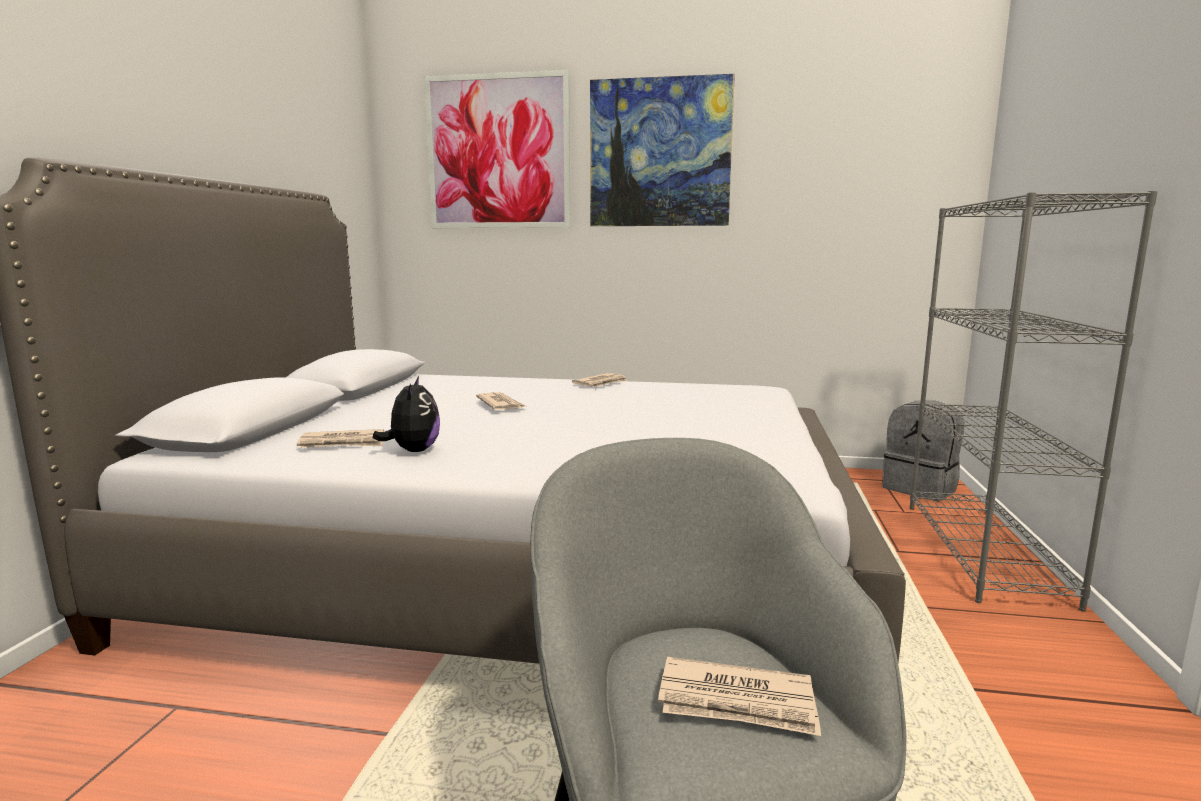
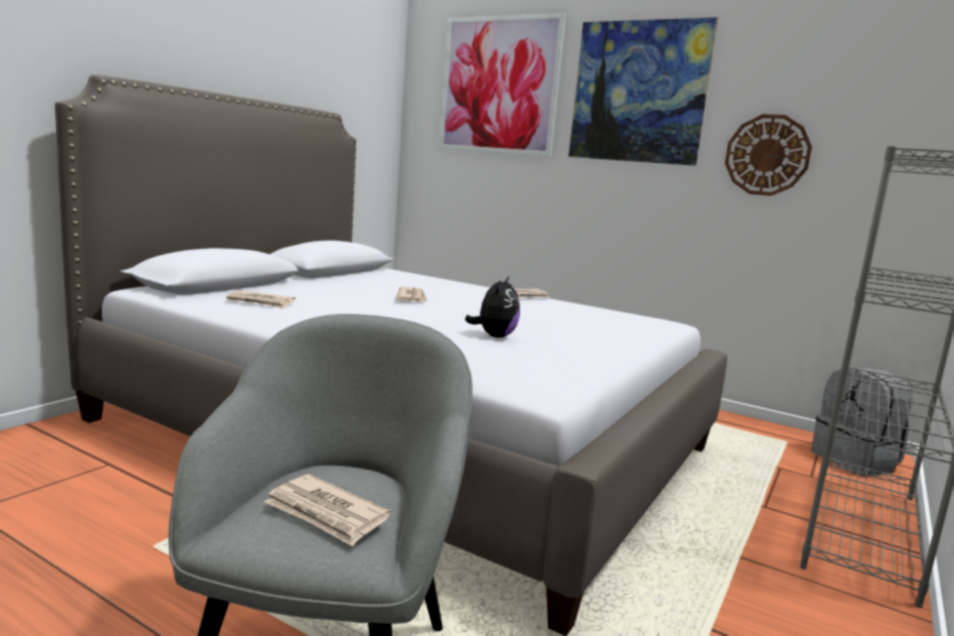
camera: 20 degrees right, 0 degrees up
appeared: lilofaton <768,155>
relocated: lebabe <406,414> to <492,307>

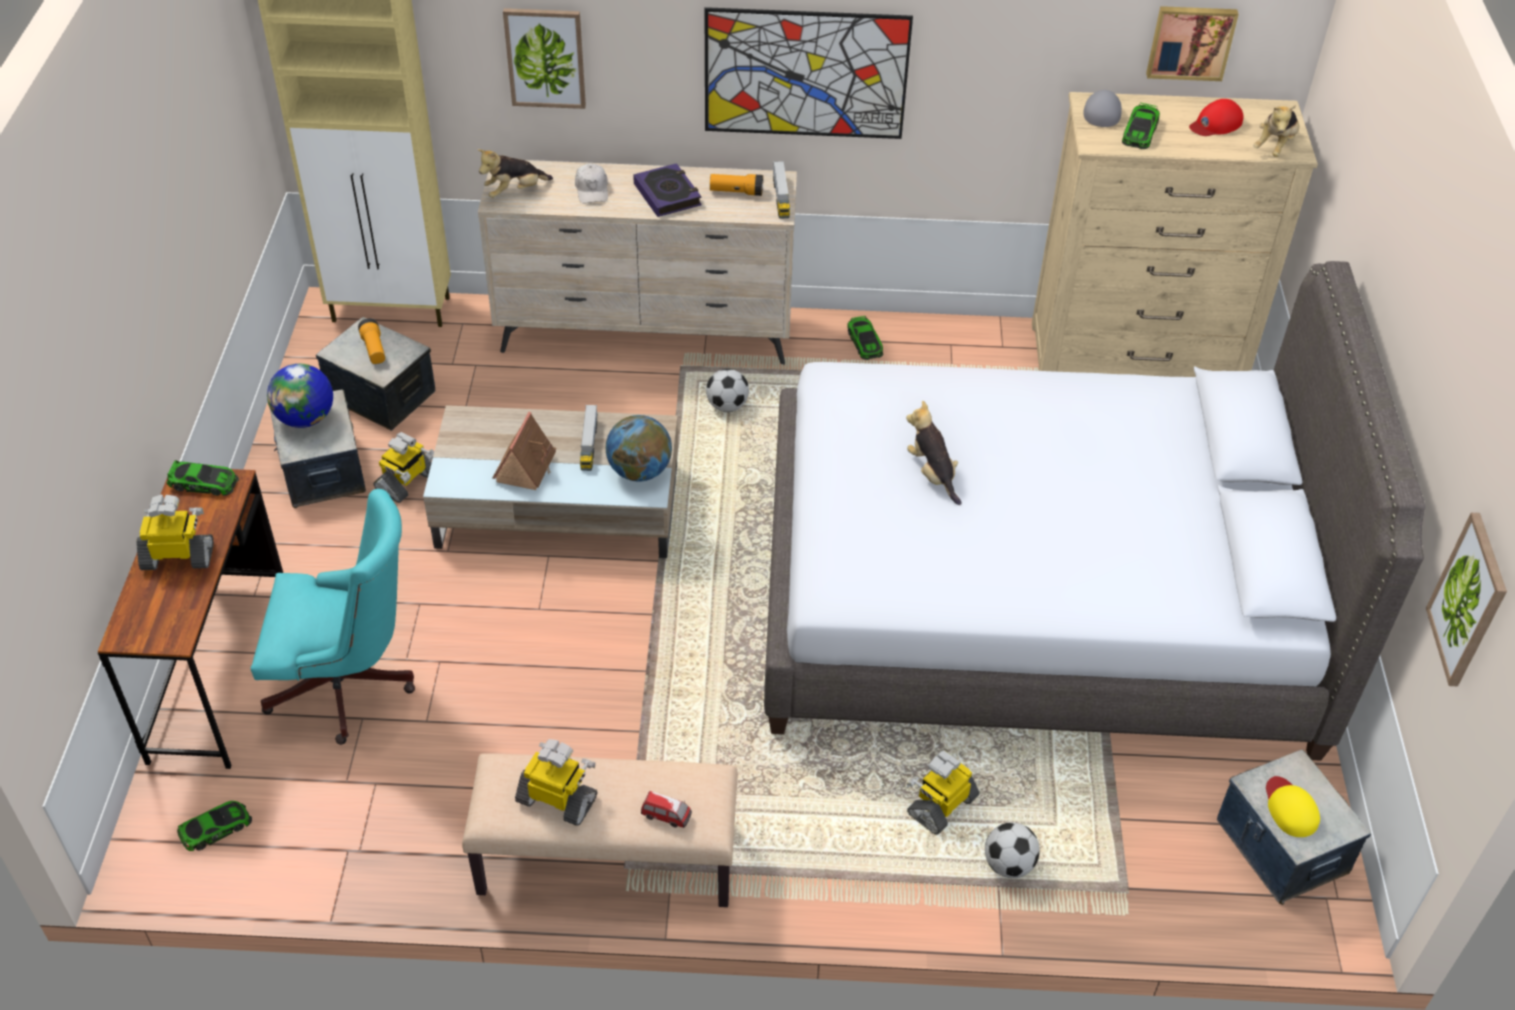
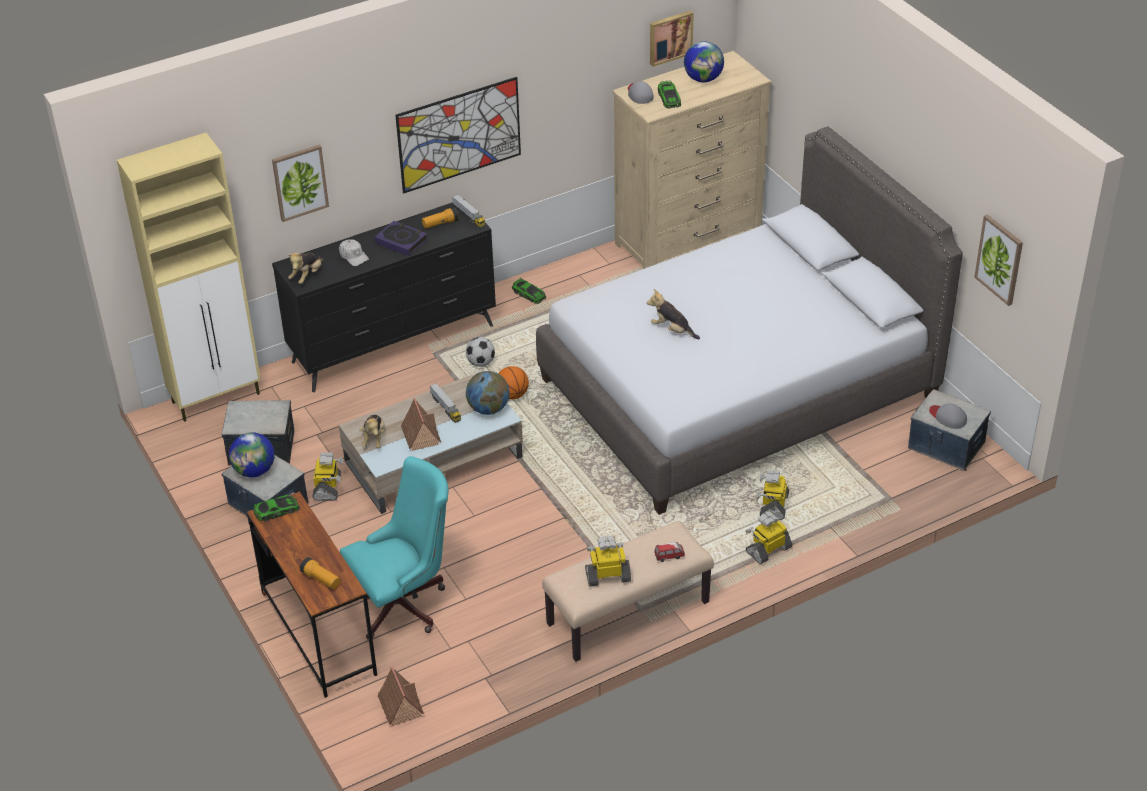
camera: 30 degrees left, 5 degrees down
missing: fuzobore <1012,850>
appeared: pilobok <513,383>
relocated: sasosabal <371,341> to <320,573>; lebabe <1276,131> to <371,431>; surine <175,532> to <769,537>
exchanged: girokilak <214,826> to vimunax <401,696>; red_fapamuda <1216,117> to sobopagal <704,61>
colour: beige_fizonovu <637,262> to black_fizonovu <384,297>; yellow_fapamuda <1293,806> to grey_fapamuda <948,416>

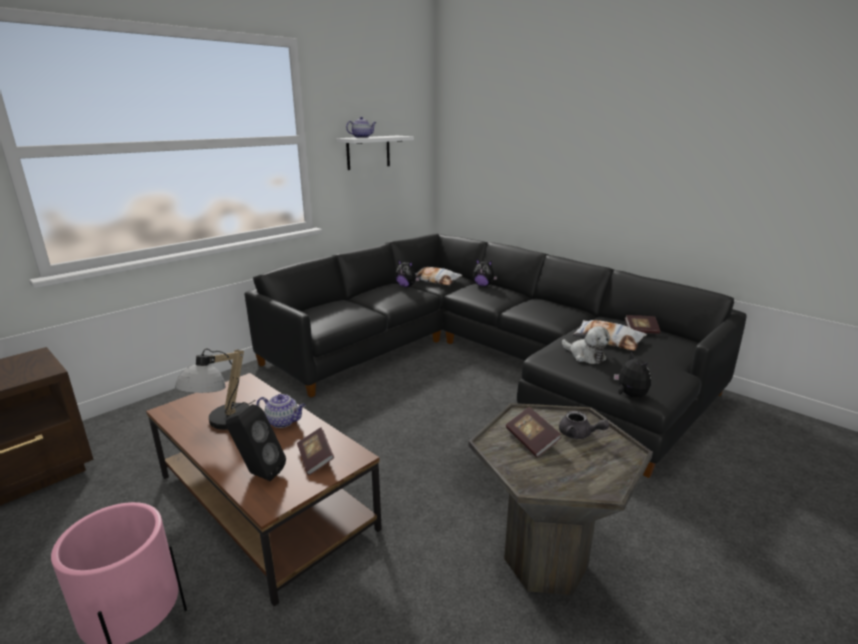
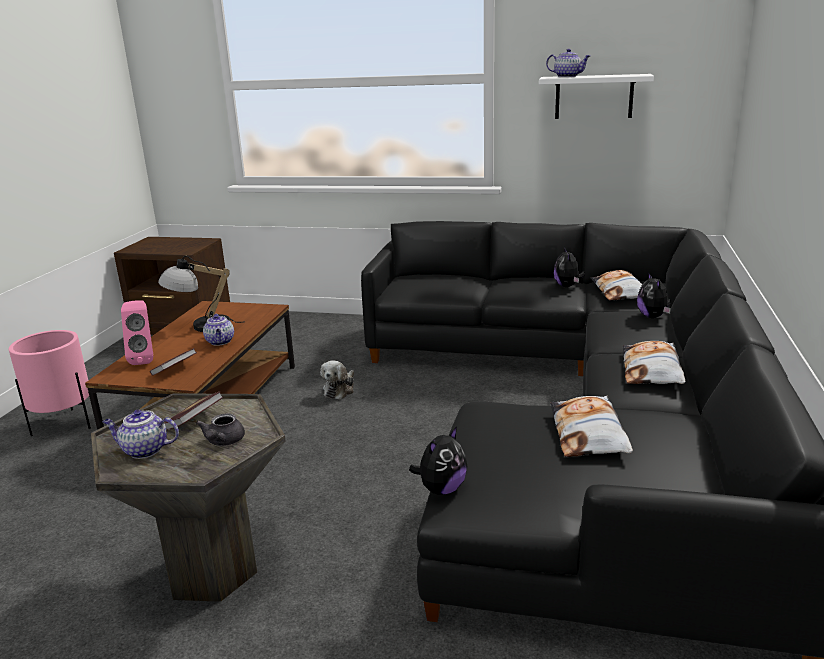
camera: 60 degrees right, 0 degrees up
missing: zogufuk <643,324>
appeared: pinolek <141,434>; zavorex <654,362>
relocated: lebabe <586,345> to <337,379>
colour: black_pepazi <256,442> to pink_pepazi <137,332>

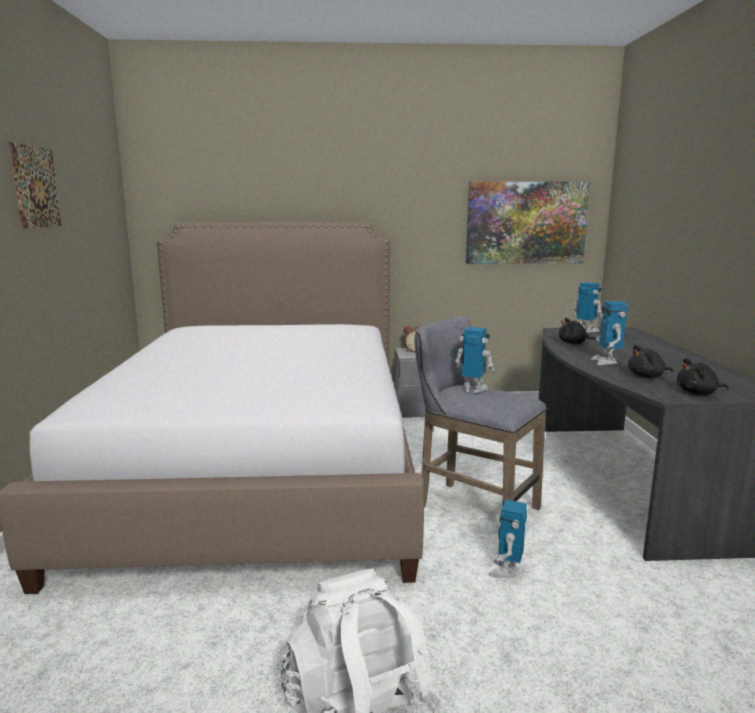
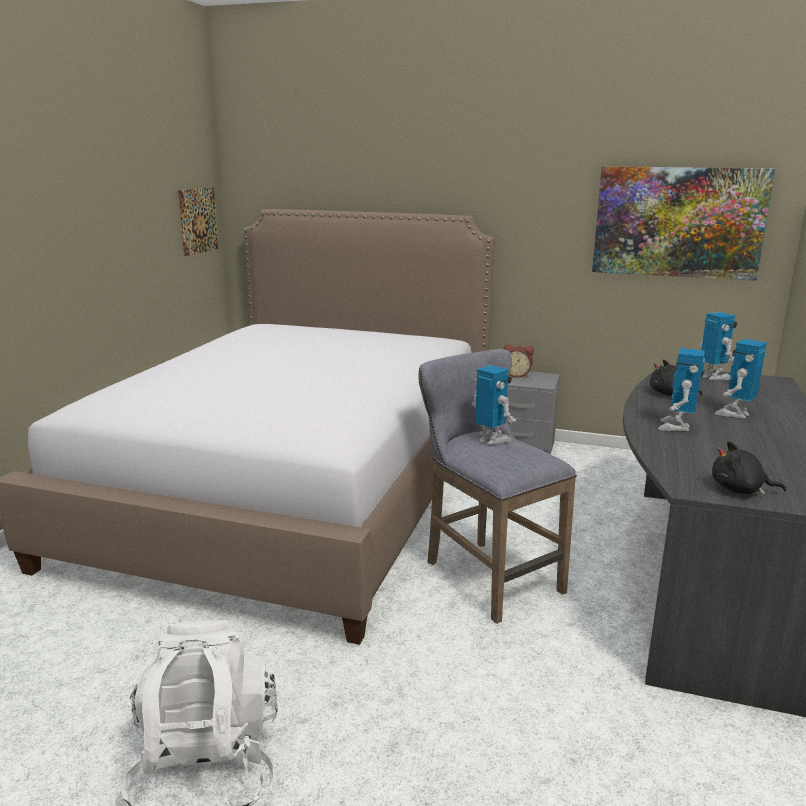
camera: 20 degrees right, 5 degrees up
missing: black_lebabe <650,361>
relocated: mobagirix <35,185> to <198,221>; surine <507,539> to <741,378>

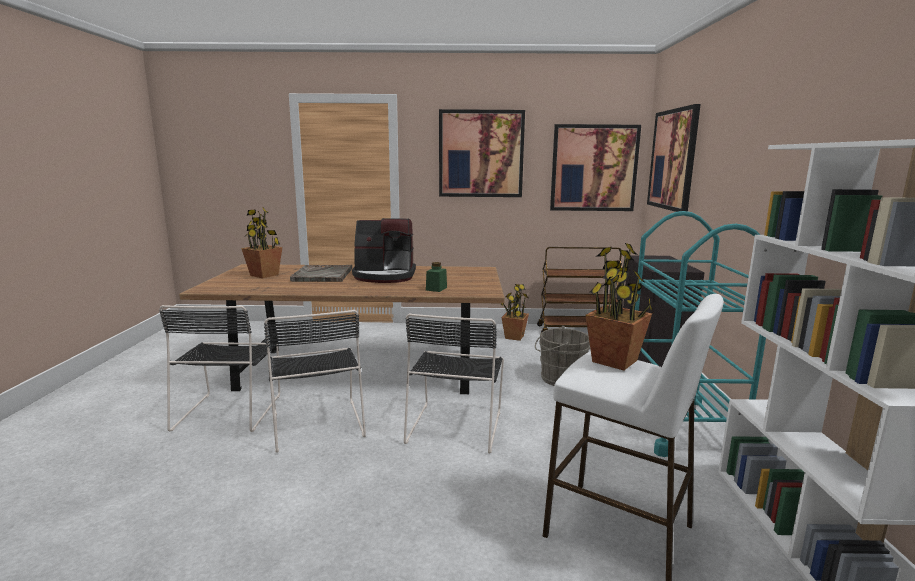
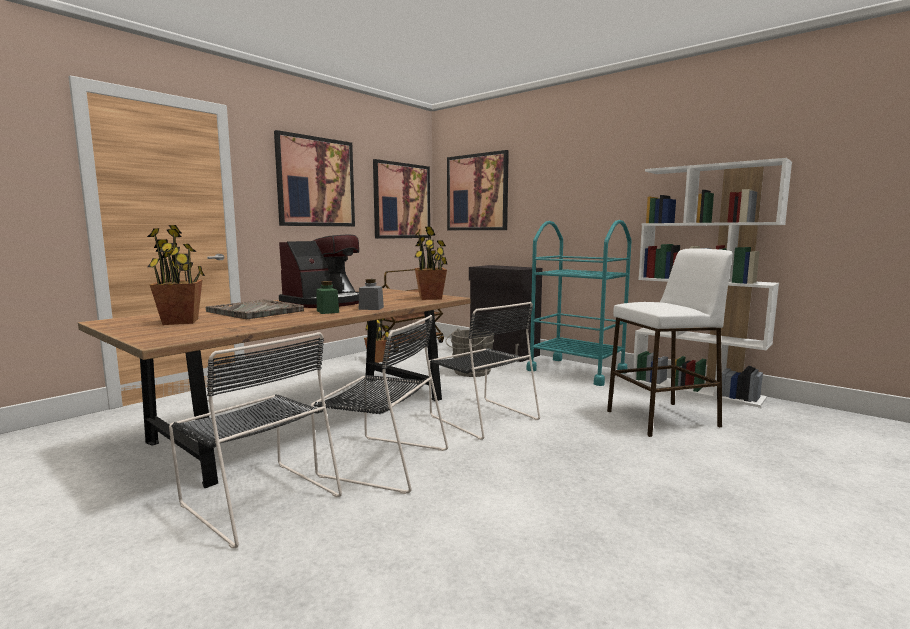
camera: 50 degrees left, 5 degrees down
appeared: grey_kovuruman <371,294>
relocated: green_kovuruman <436,277> to <328,297>; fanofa <619,306> to <431,263>

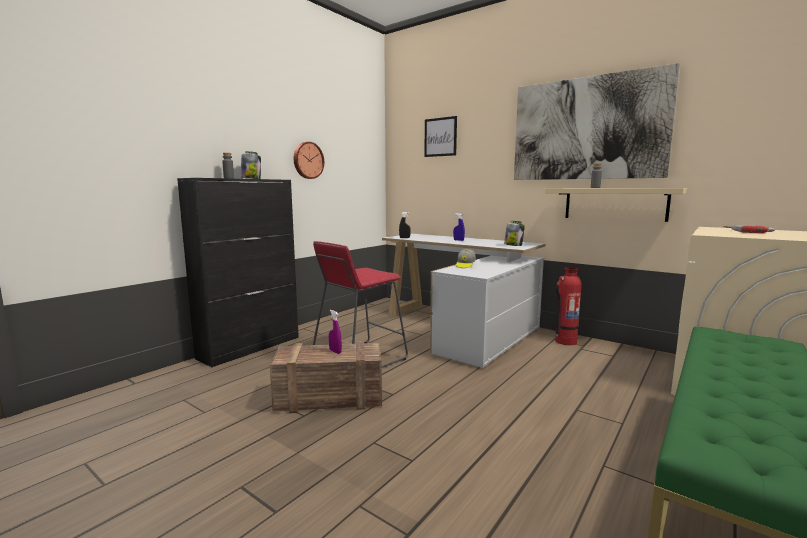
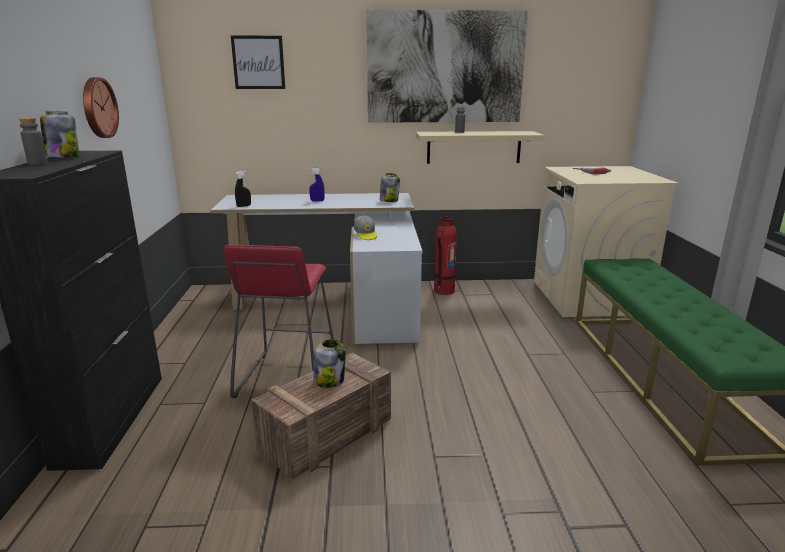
camera: 40 degrees left, 10 degrees up
exchanged: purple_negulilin <335,332> to kovuruman <329,363>

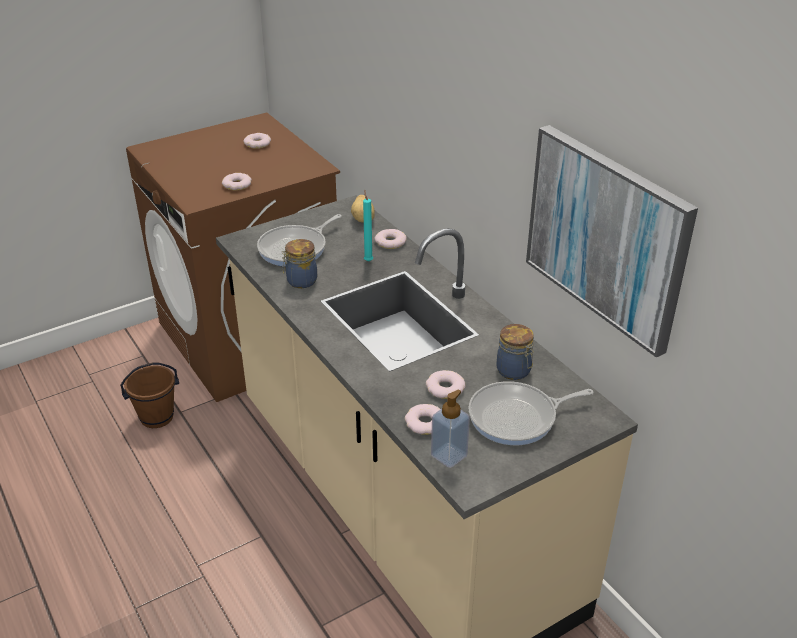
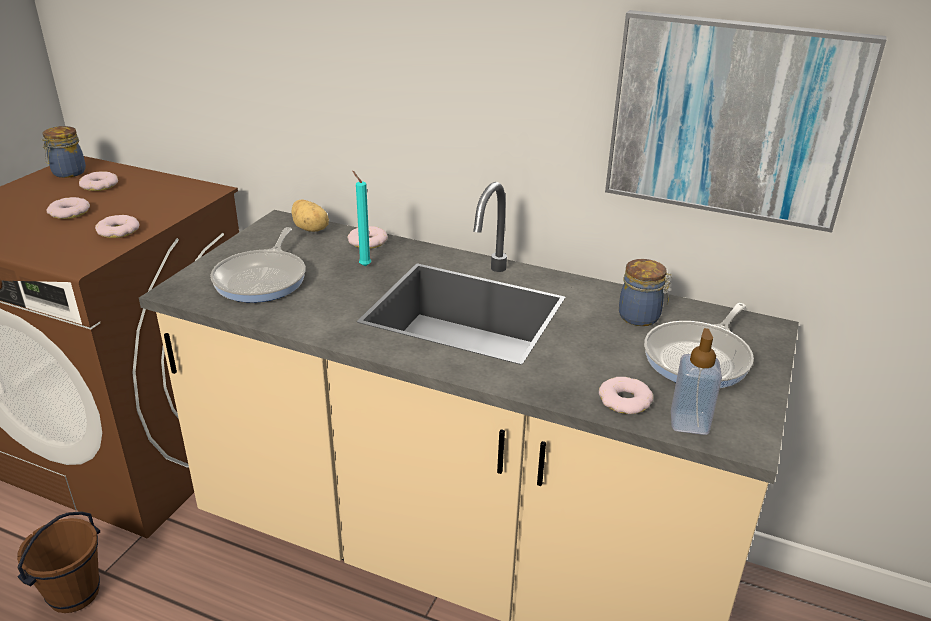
camera: 35 degrees left, 5 degrees down
relocated: kovuruman <299,263> to <63,152>; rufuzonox <445,384> to <68,208>

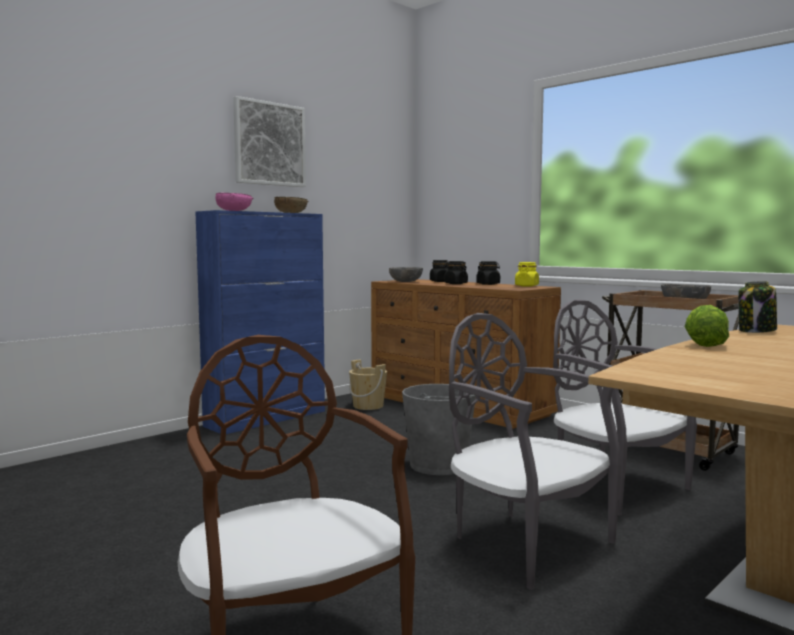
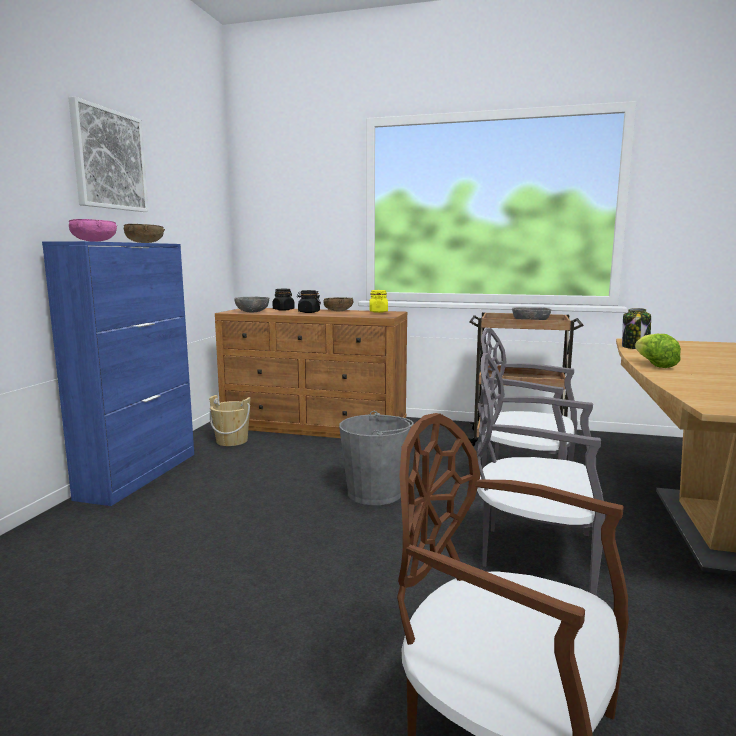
camera: 30 degrees left, 5 degrees up
exchanged: black_kovuruman <488,273> to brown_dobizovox <338,304>

